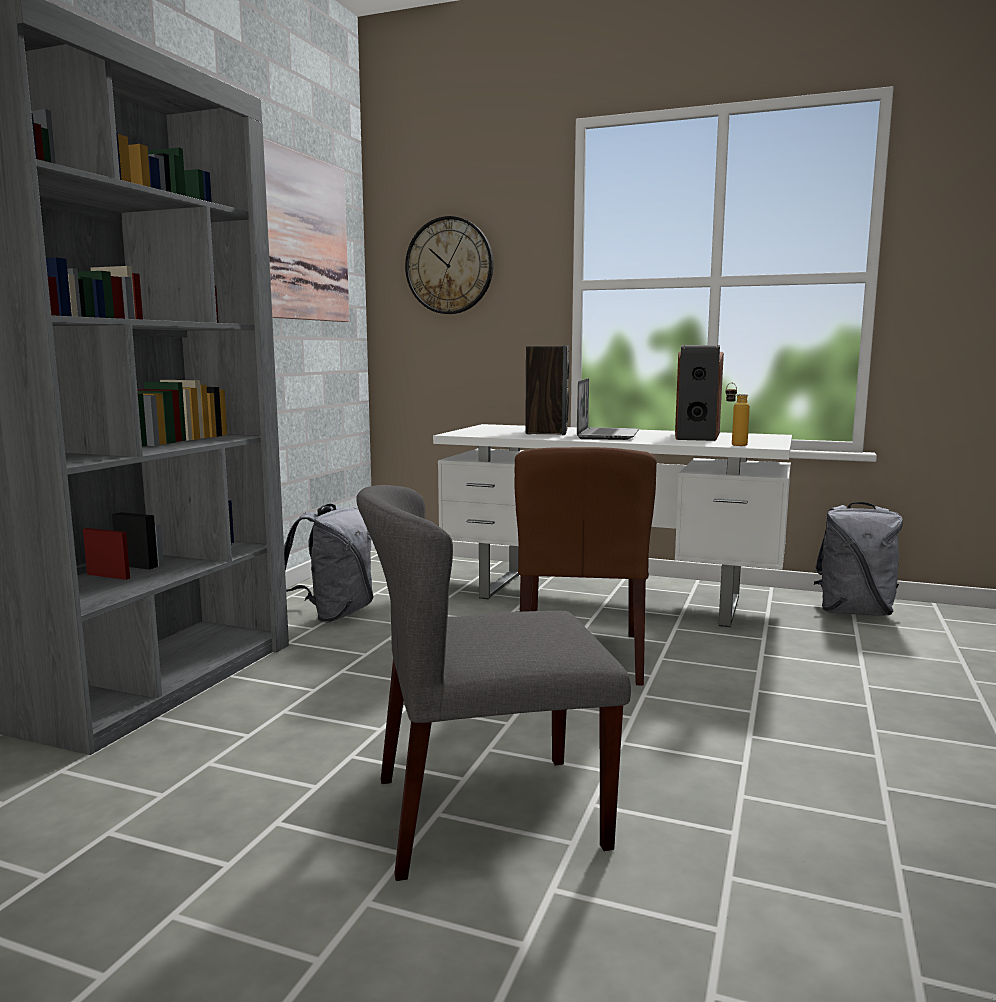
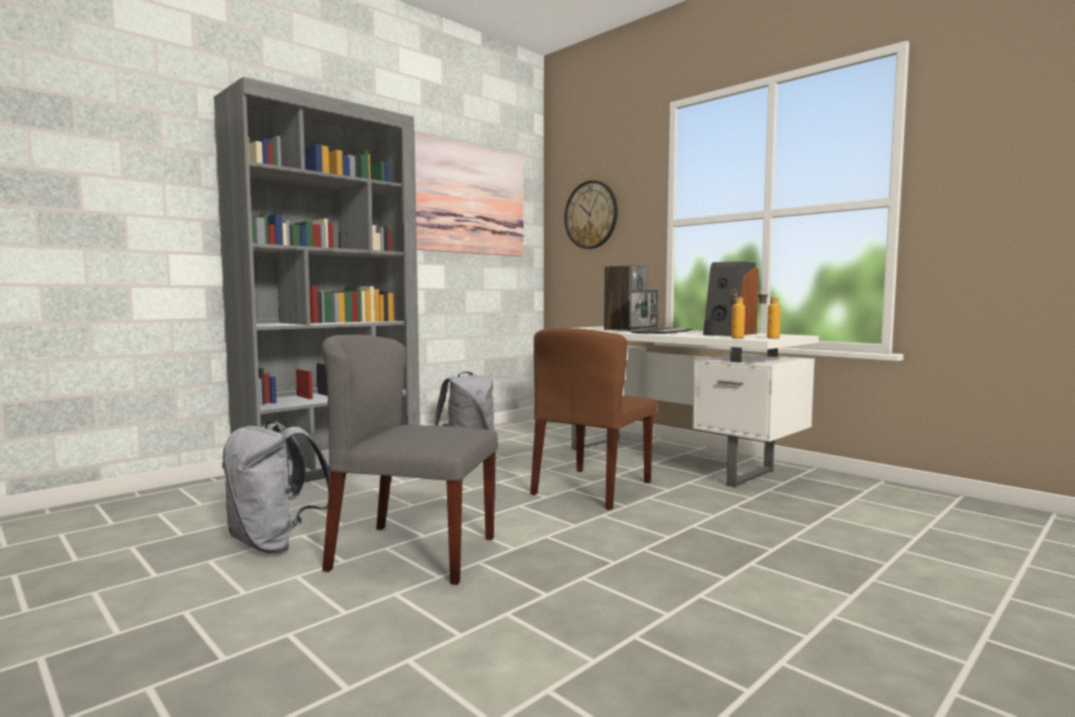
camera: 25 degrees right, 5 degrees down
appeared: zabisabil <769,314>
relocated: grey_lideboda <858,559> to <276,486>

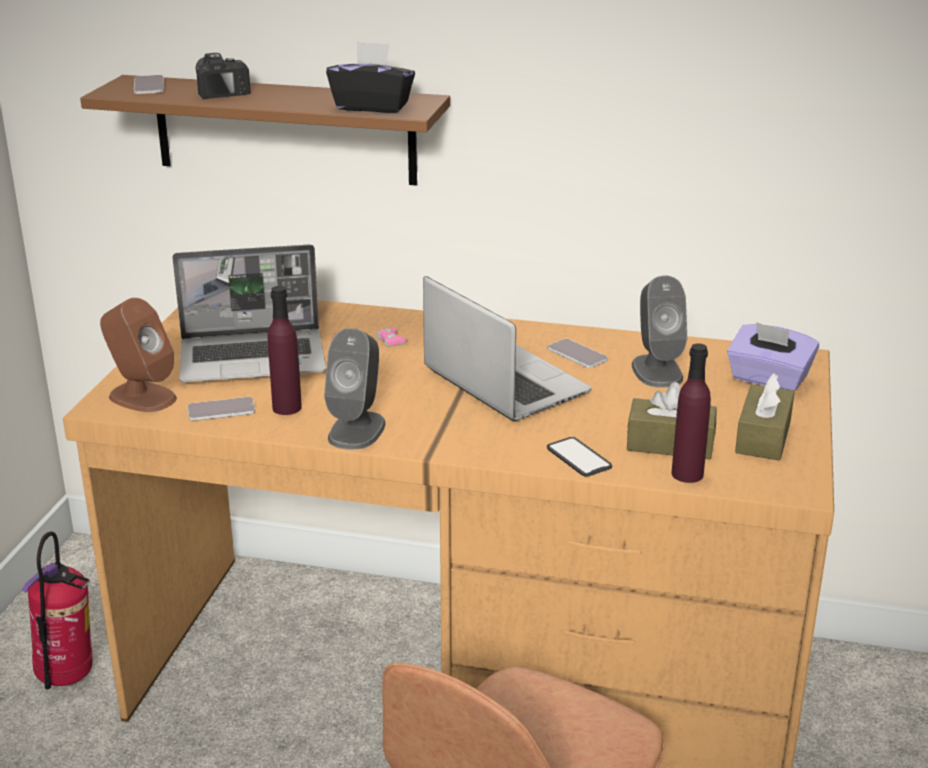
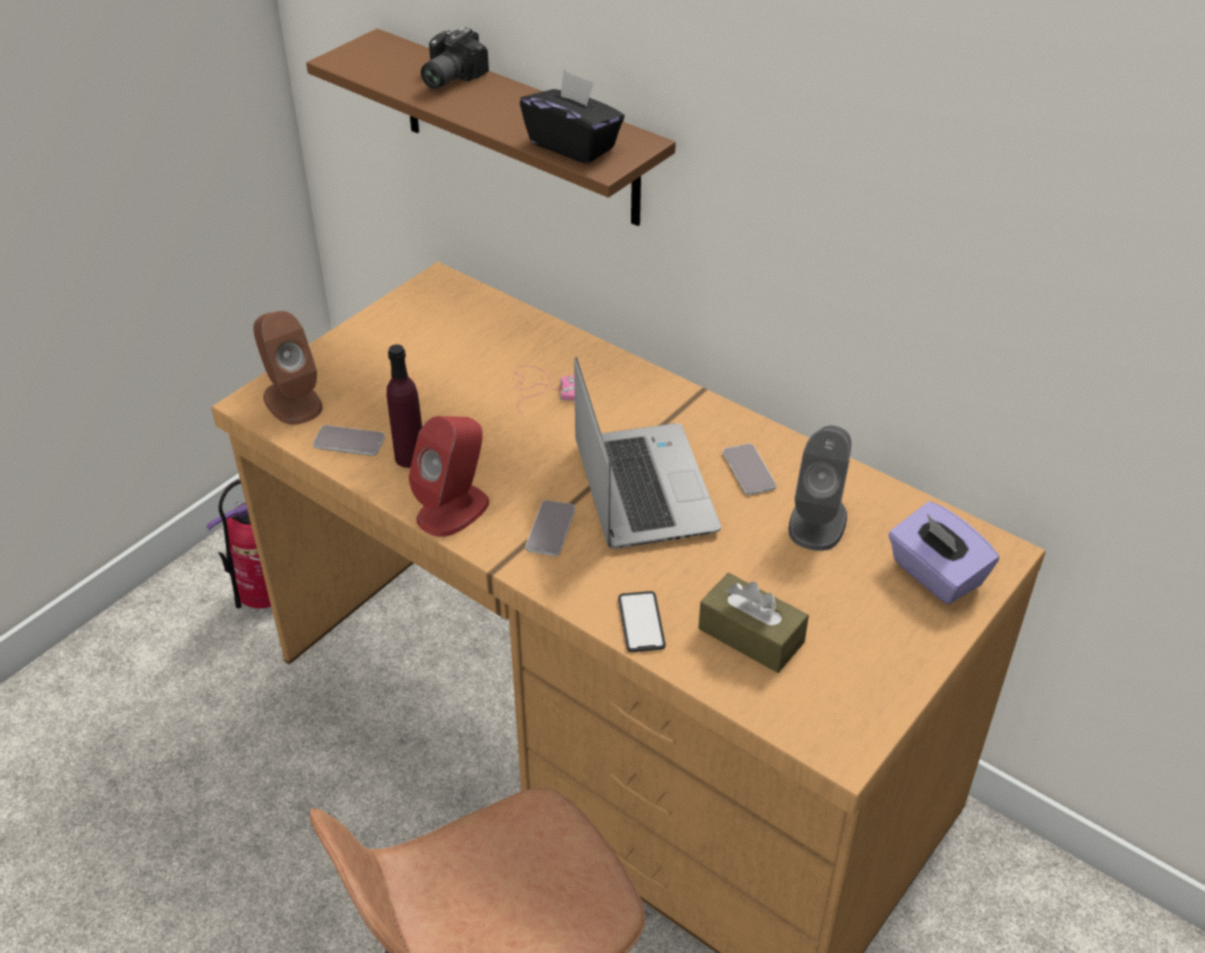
camera: 25 degrees right, 15 degrees up
missing: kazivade <249,313>; purple_zabisabil <691,413>; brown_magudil <764,417>
relocated: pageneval <149,84> to <550,528>
colour: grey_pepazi <355,389> to red_pepazi <448,476>
spun: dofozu <223,76> = <455,58> 150 degrees counterclockwise

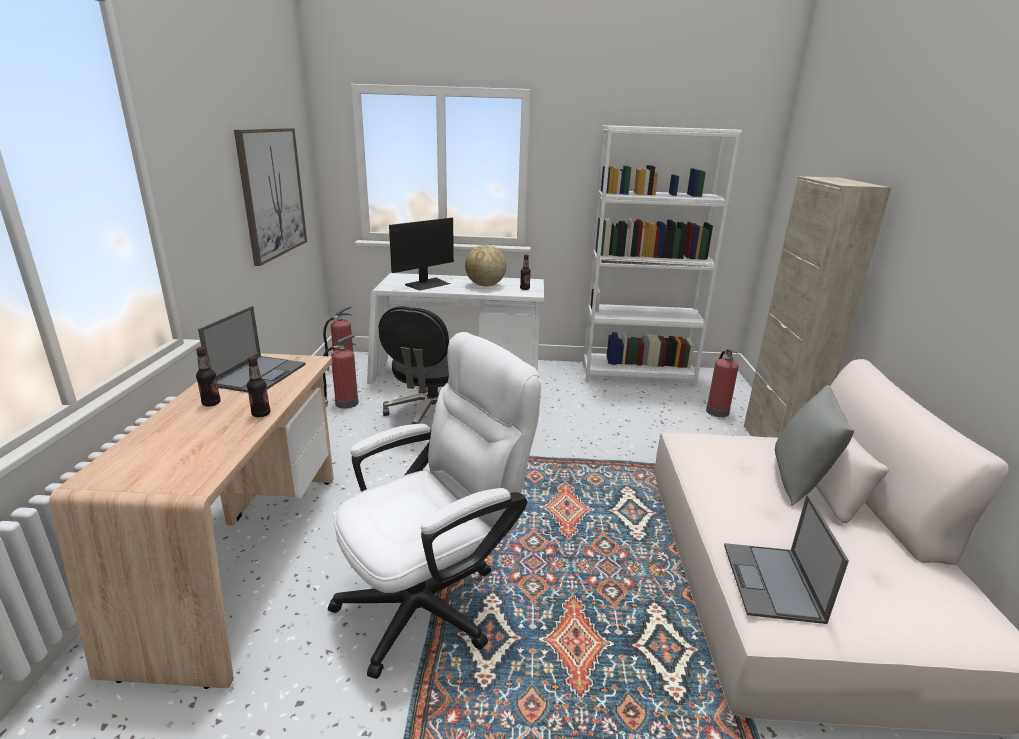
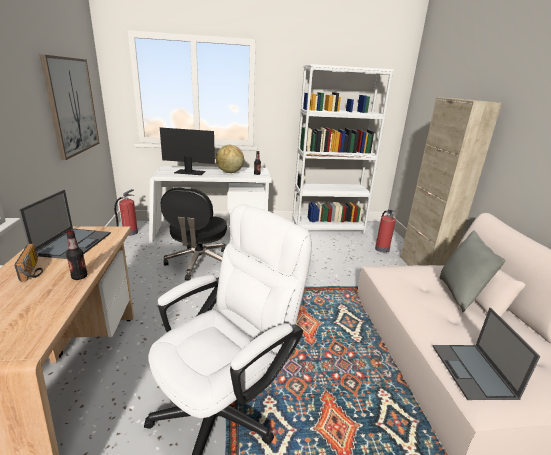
camera: 10 degrees left, 0 degrees up
missing: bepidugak <341,371>
exchanged: zabisabil <208,377> to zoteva <28,263>
spun: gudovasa <421,254> = <187,151> 120 degrees counterclockwise

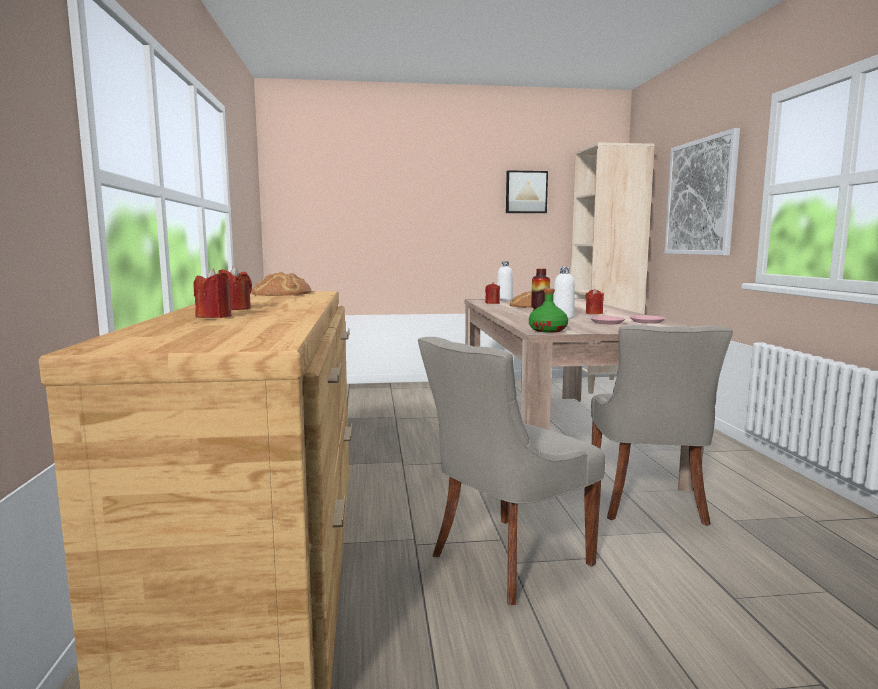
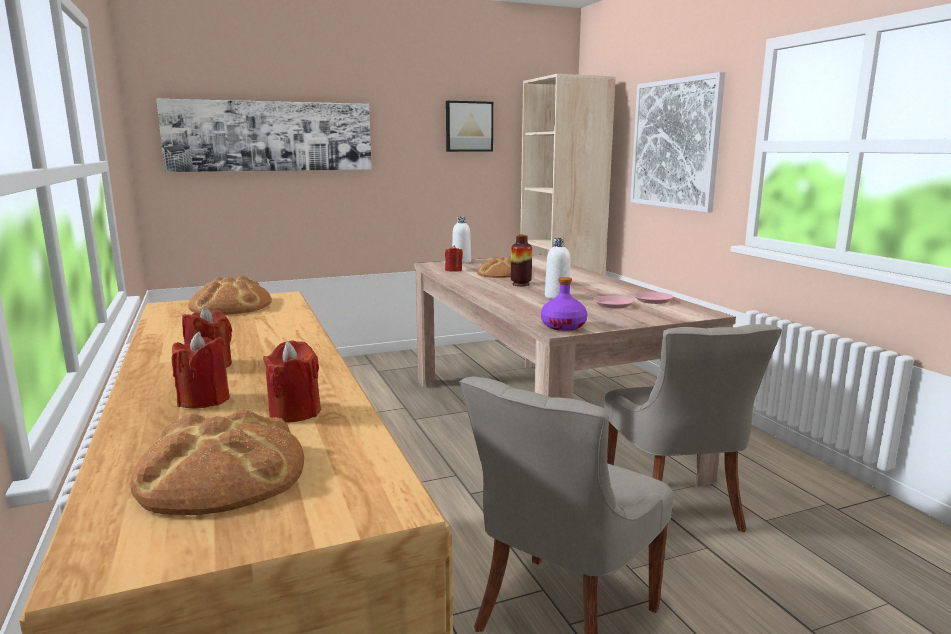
camera: 15 degrees left, 5 degrees up
appeared: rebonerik <217,462>; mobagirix <264,135>
relocated: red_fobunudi <595,301> to <292,381>
colour: green_zabisabil <548,310> to purple_zabisabil <564,304>

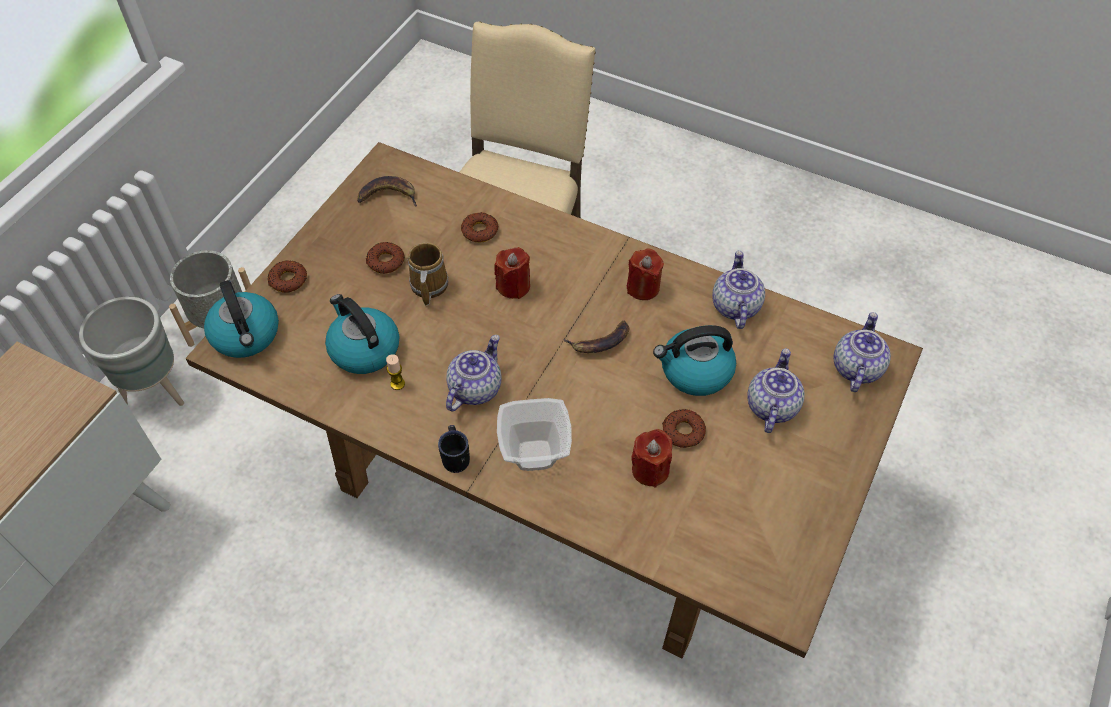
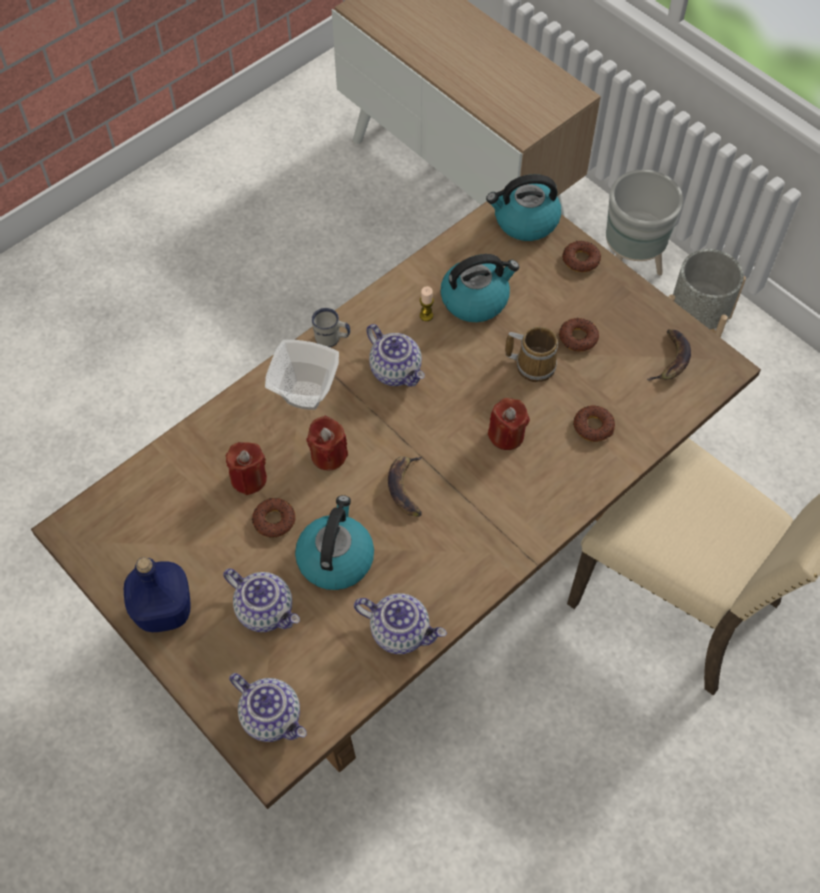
camera: 110 degrees right, 5 degrees up
appeared: blue_zabisabil <157,594>
relocated: red_fobunudi <645,274> to <327,443>
colour: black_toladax <454,449> to white_toladax <331,327>

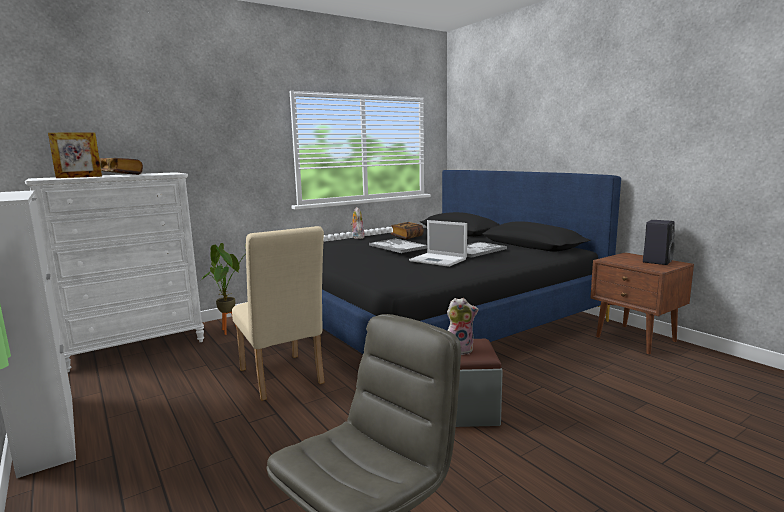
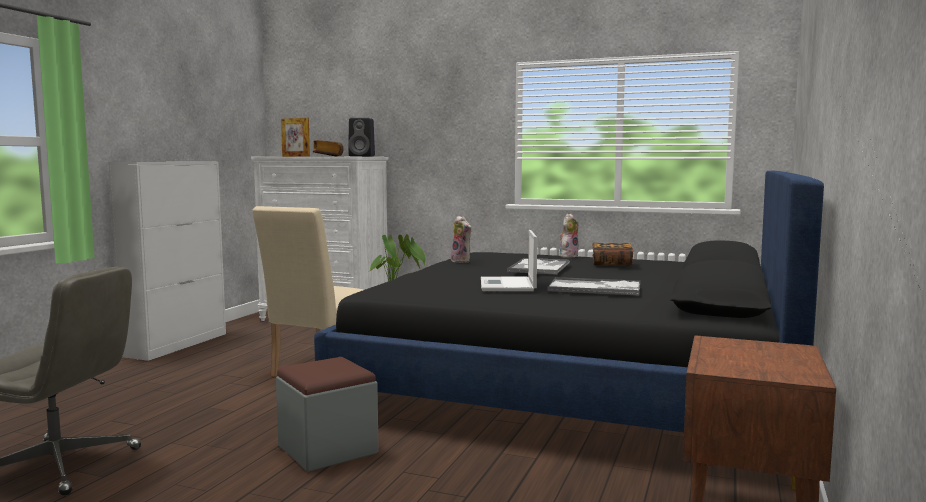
camera: 55 degrees right, 5 degrees down
relocated: black_pepazi <659,242> to <362,137>; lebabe <462,326> to <461,239>

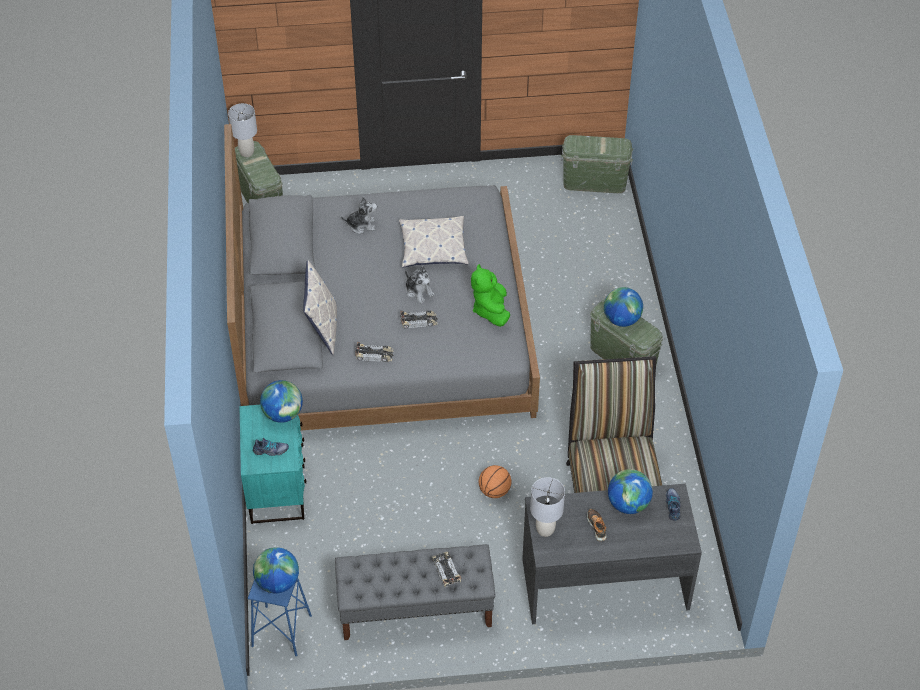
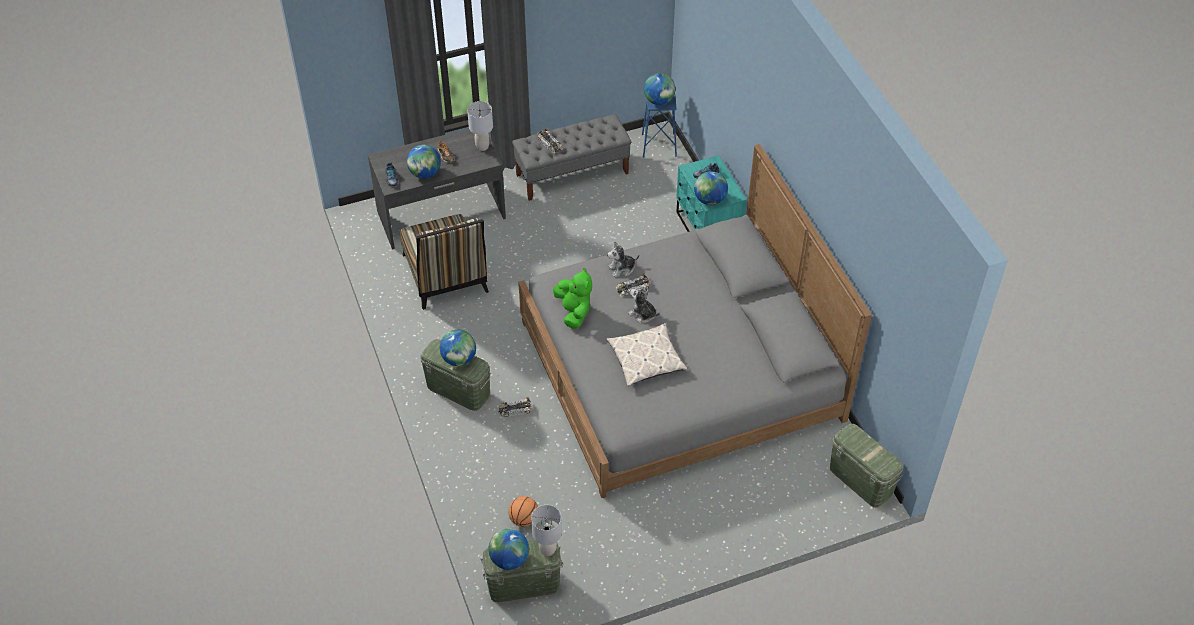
camera: 165 degrees right, 0 degrees up
missing: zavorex <320,307>
appeared: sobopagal <508,549>
relocated: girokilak <374,352> to <514,407>; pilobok <495,481> to <523,511>; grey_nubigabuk <242,130> to <546,530>; lebabe <359,215> to <623,259>

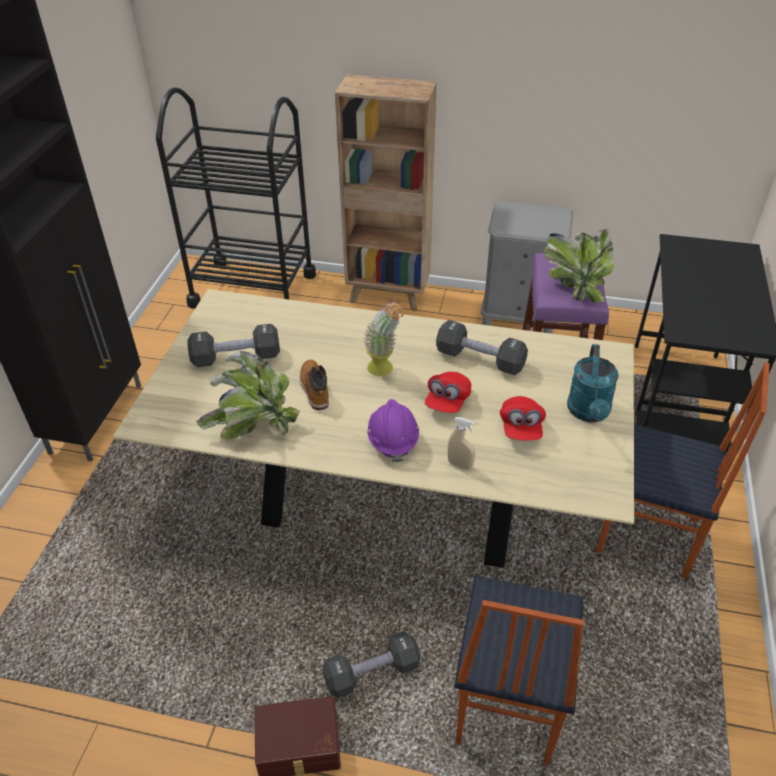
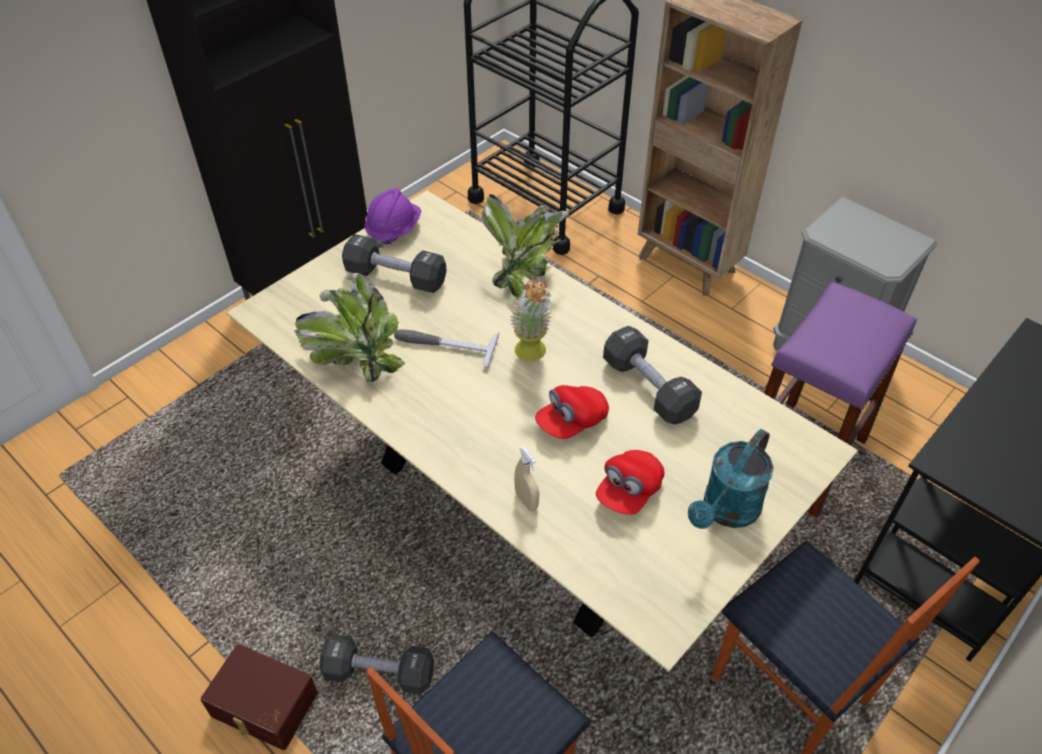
camera: 30 degrees right, 5 degrees up
relocated: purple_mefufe <393,430> to <393,218>; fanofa <579,266> to <525,246>
exchanged: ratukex <314,385> to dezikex <447,348>

